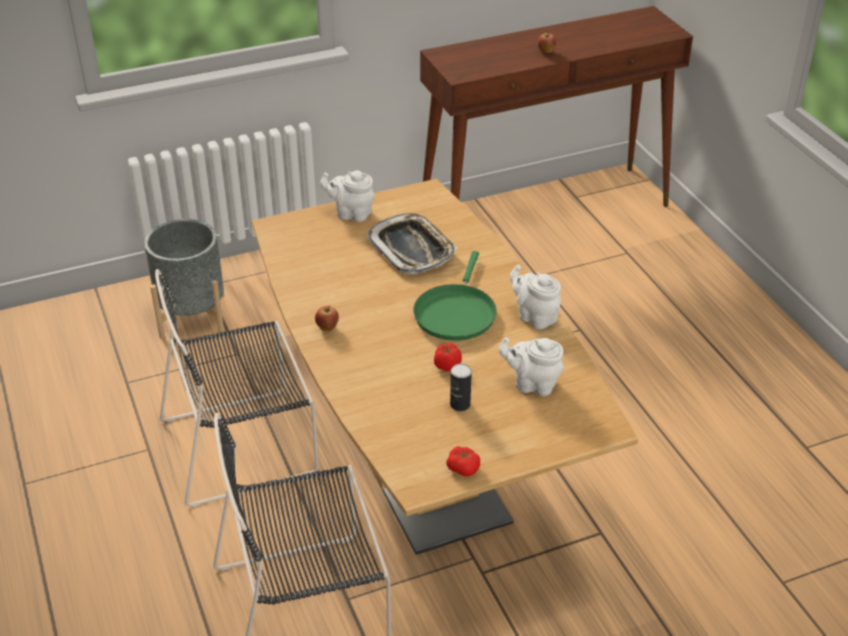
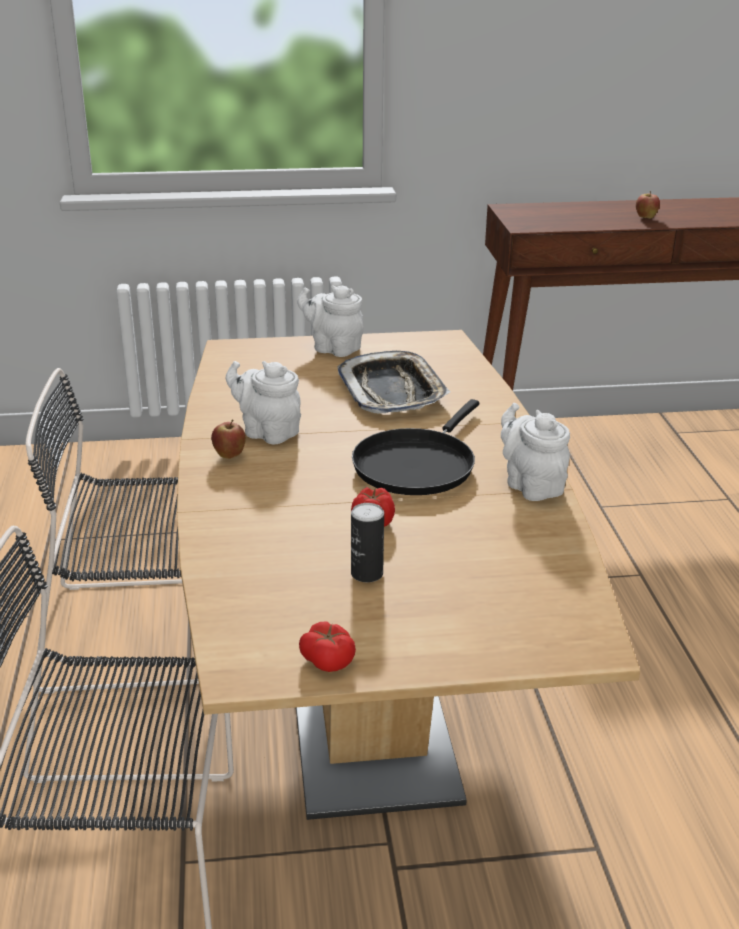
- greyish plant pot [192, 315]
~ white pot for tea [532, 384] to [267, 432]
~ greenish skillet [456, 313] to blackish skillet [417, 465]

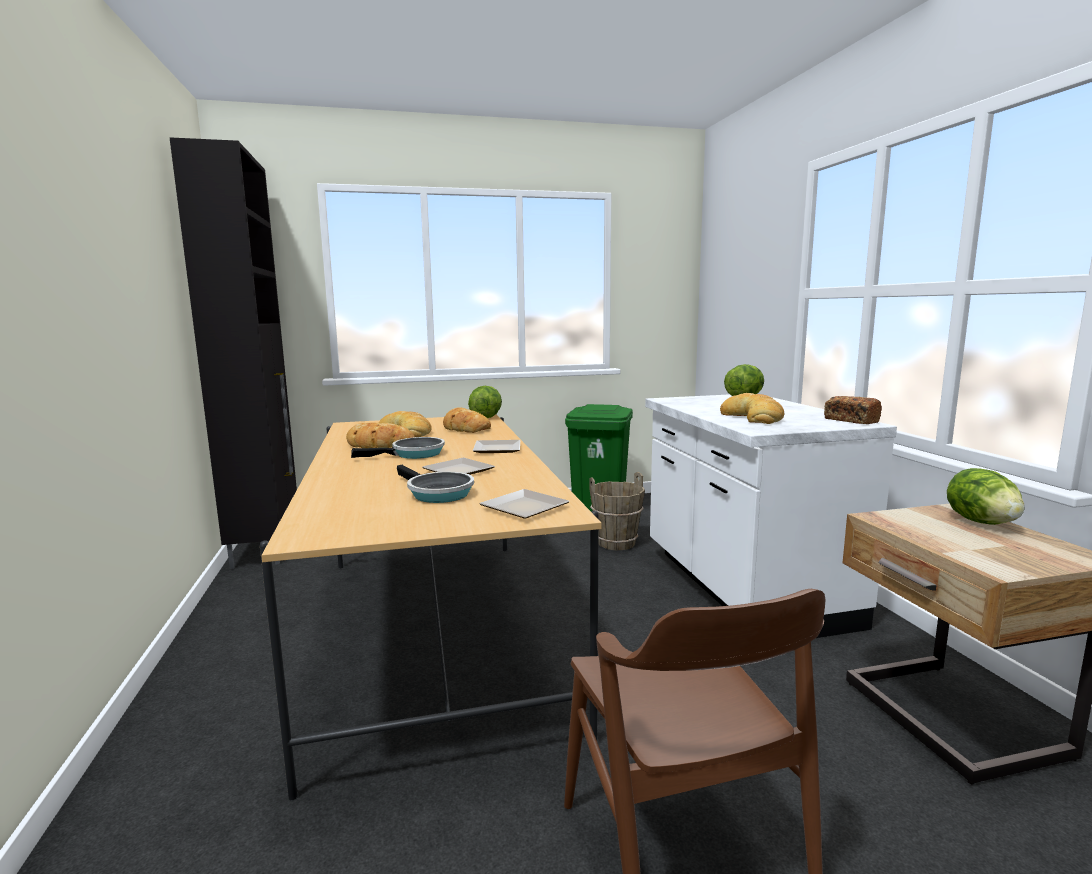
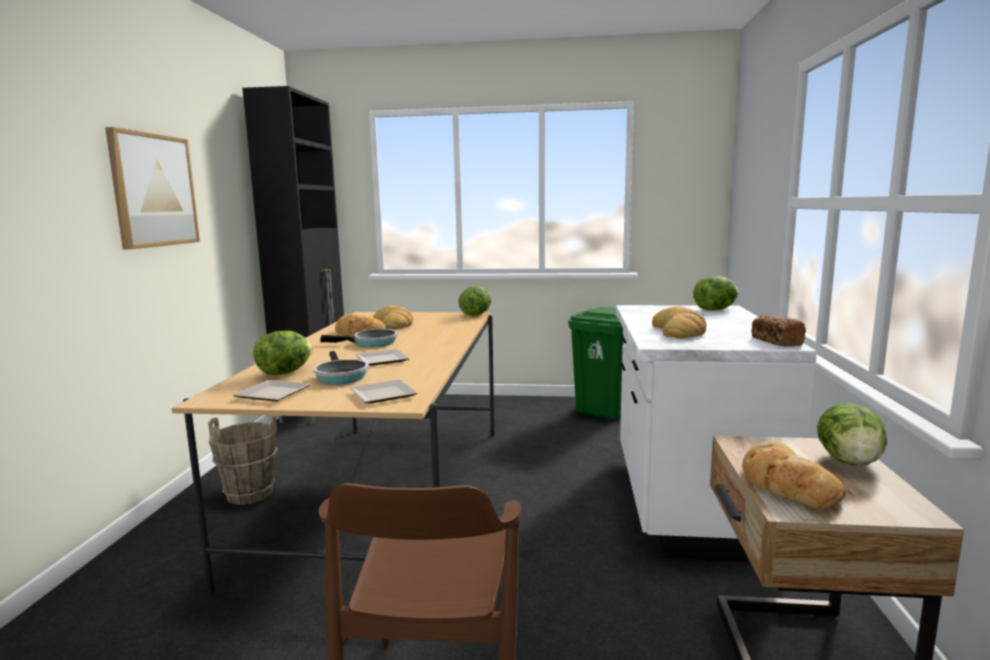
+ wall picture [153, 190]
+ head of lettuce [285, 372]
~ bakery bread [465, 428] to [786, 484]
~ dinner plate [499, 449] to [276, 394]
~ brown-coloured water bucket [616, 543] to [249, 495]

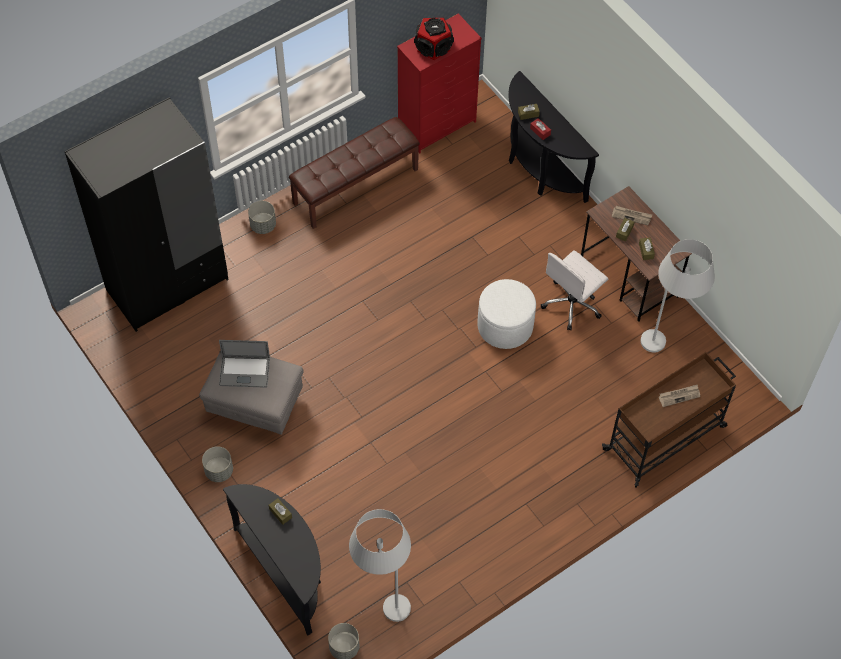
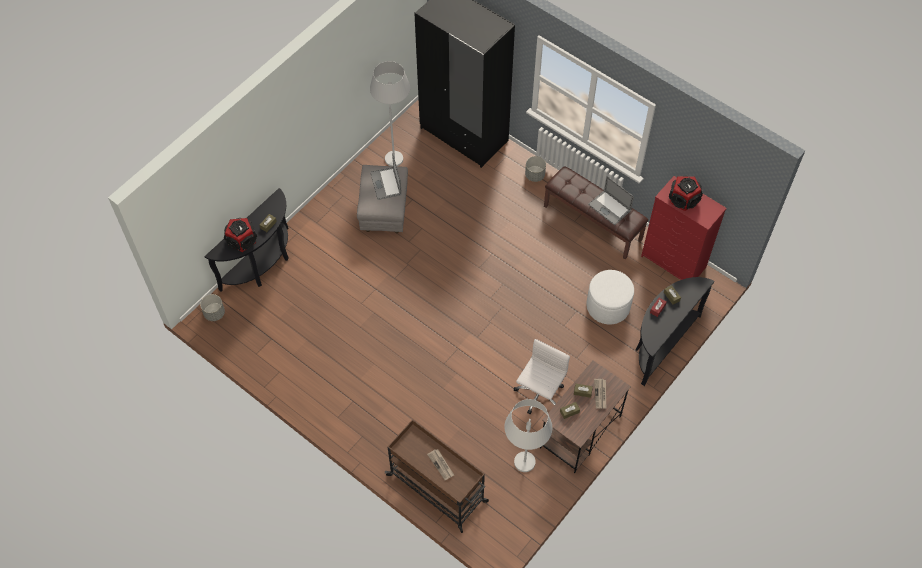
- greyish plant pot [219, 471]
+ loudspeaker [242, 240]
+ notebook computer [609, 207]
~ white floor lamp [382, 603] to [394, 151]
~ white footrest [505, 326] to [608, 306]
~ white computer chair [572, 304] = [539, 395] 90 degrees clockwise

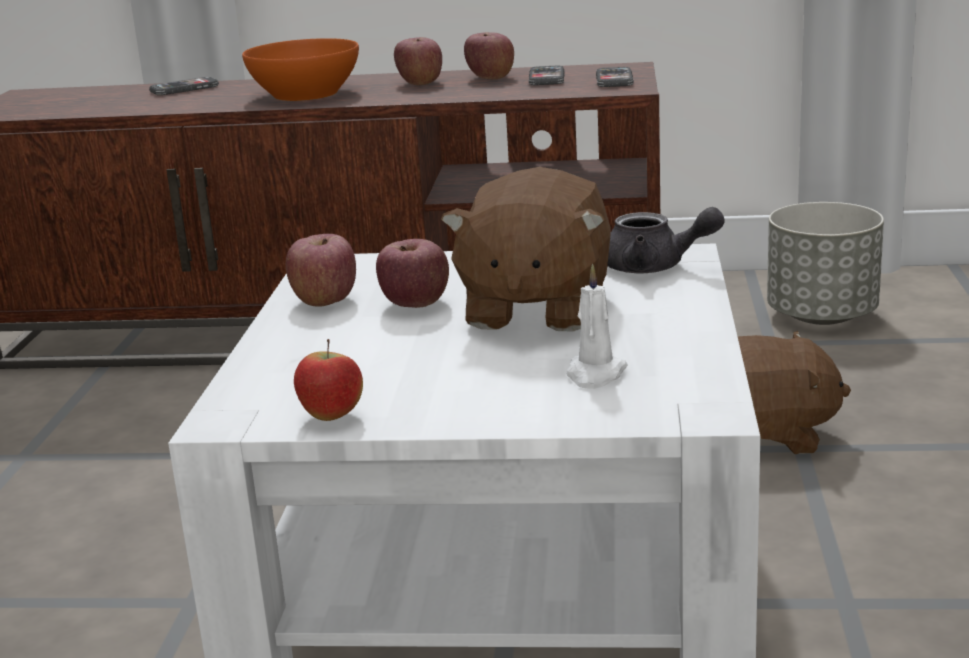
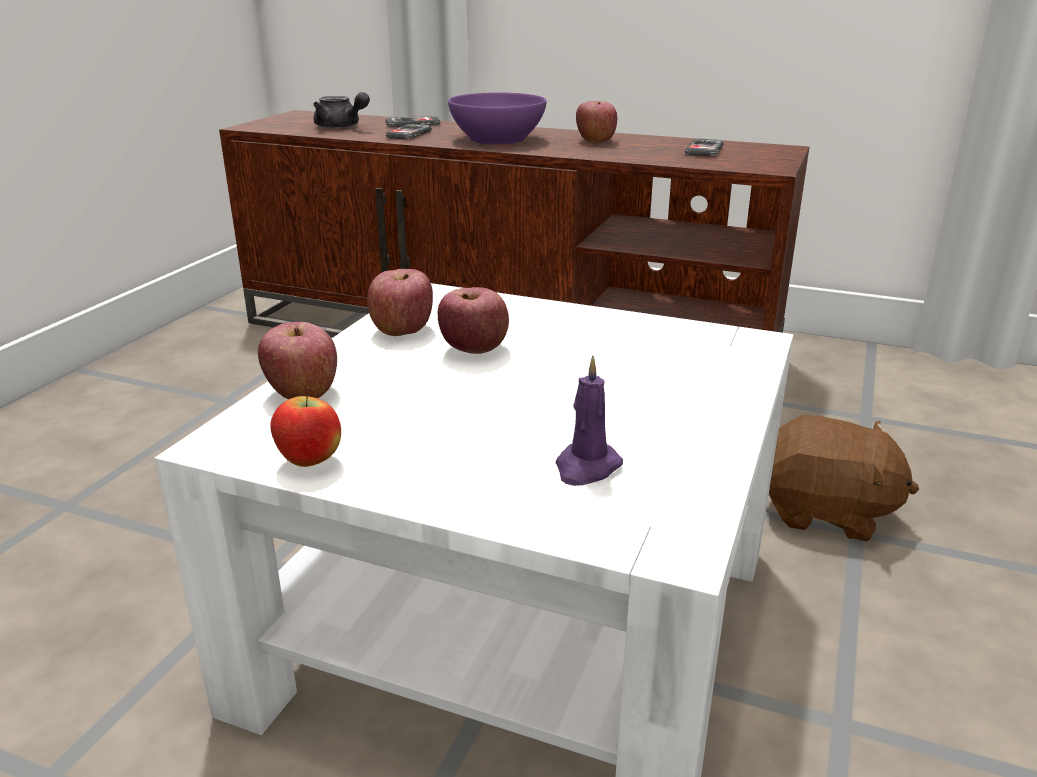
- brown-coloured cuddly toy [534, 309]
- greyish plant pot [821, 316]
~ whole apple [490, 77] to [303, 393]
~ phone [614, 80] to [409, 134]
~ greyish pot for tea [655, 267] to [341, 127]
~ orangey deep dish [305, 94] to purple-coloured deep dish [497, 139]
~ white wax light [595, 375] to purple-coloured wax light [586, 468]

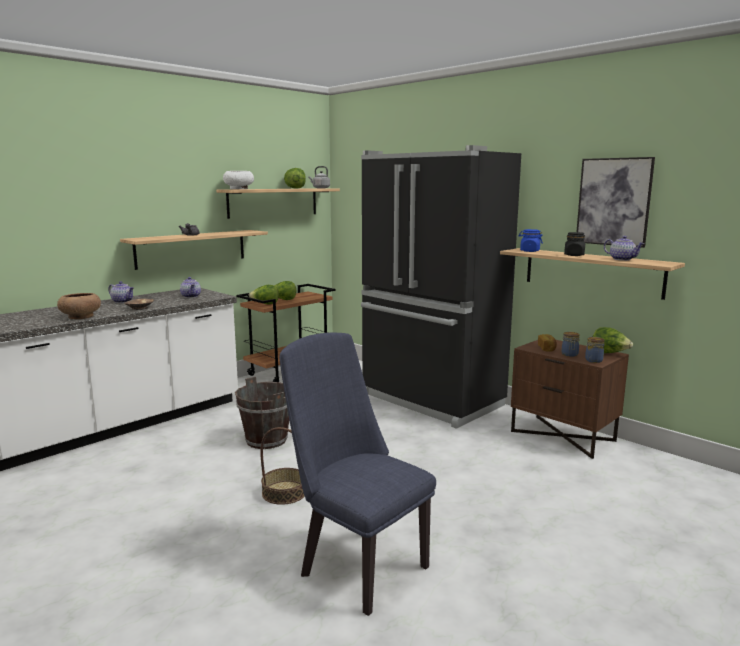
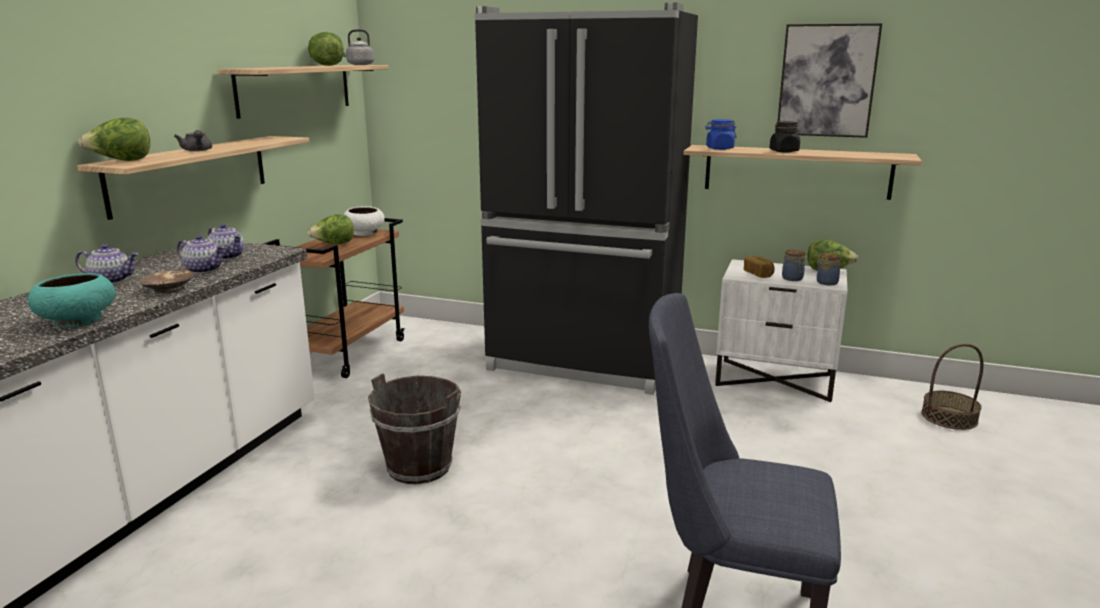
~ white deep dish [239, 189] to [365, 233]
~ head of lettuce [265, 304] to [121, 161]
~ household basket [284, 492] to [949, 417]
~ pot for tea [622, 259] to [205, 270]
~ brown-coloured deep dish [80, 317] to blue-green deep dish [77, 321]
~ brown-coloured nightstand [563, 436] to white nightstand [775, 379]

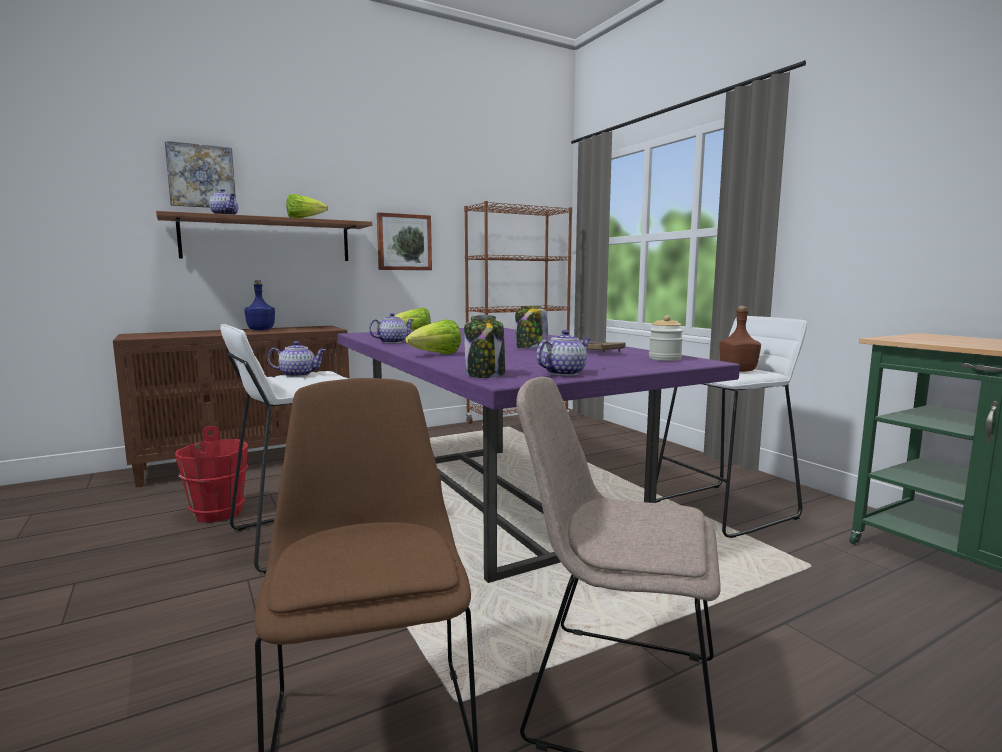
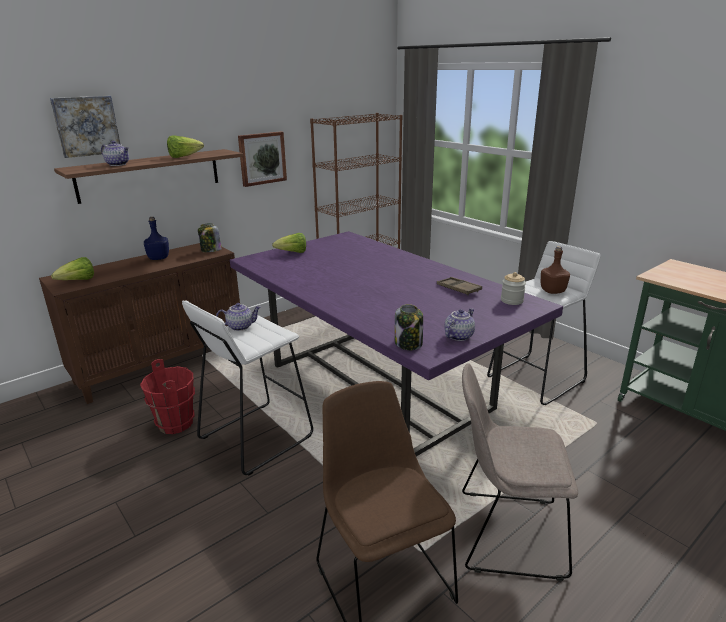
- pot for tea [392, 342]
~ head of lettuce [436, 355] to [78, 281]
~ storage jar [531, 348] to [211, 250]

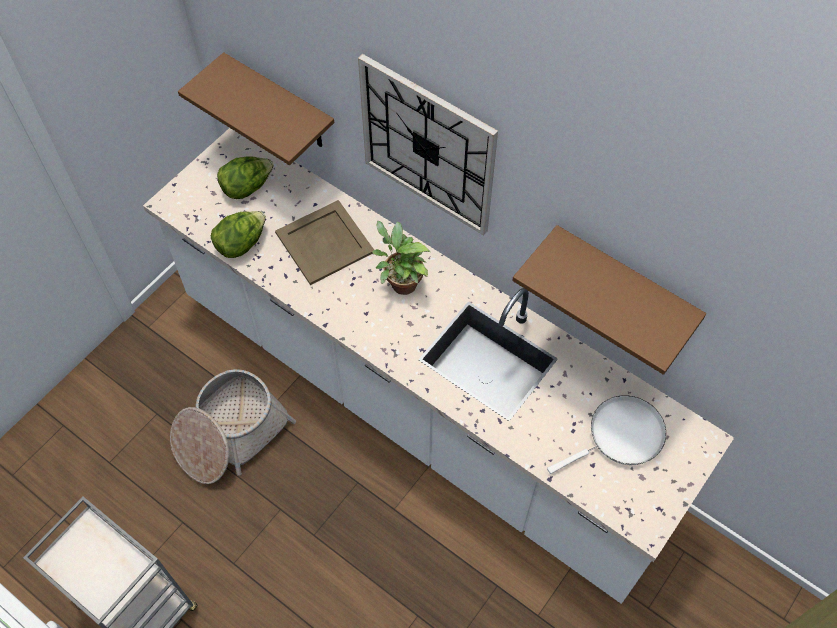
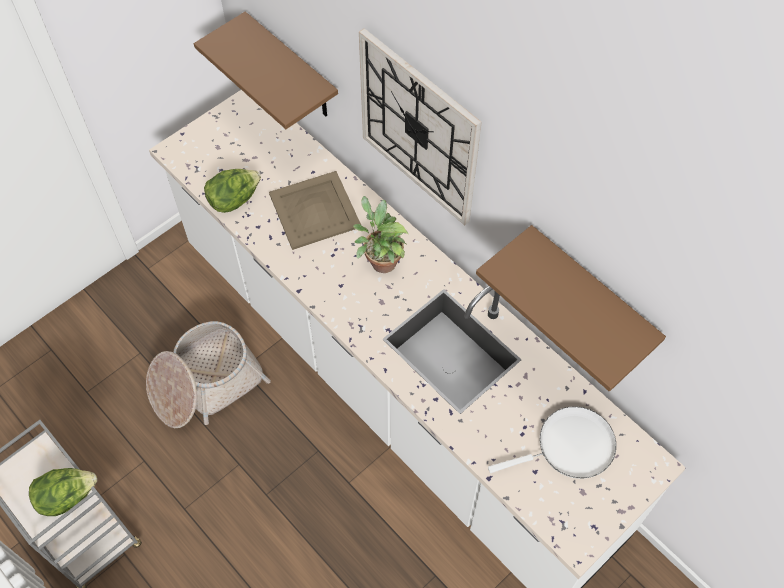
~ head of lettuce [247, 187] to [67, 497]

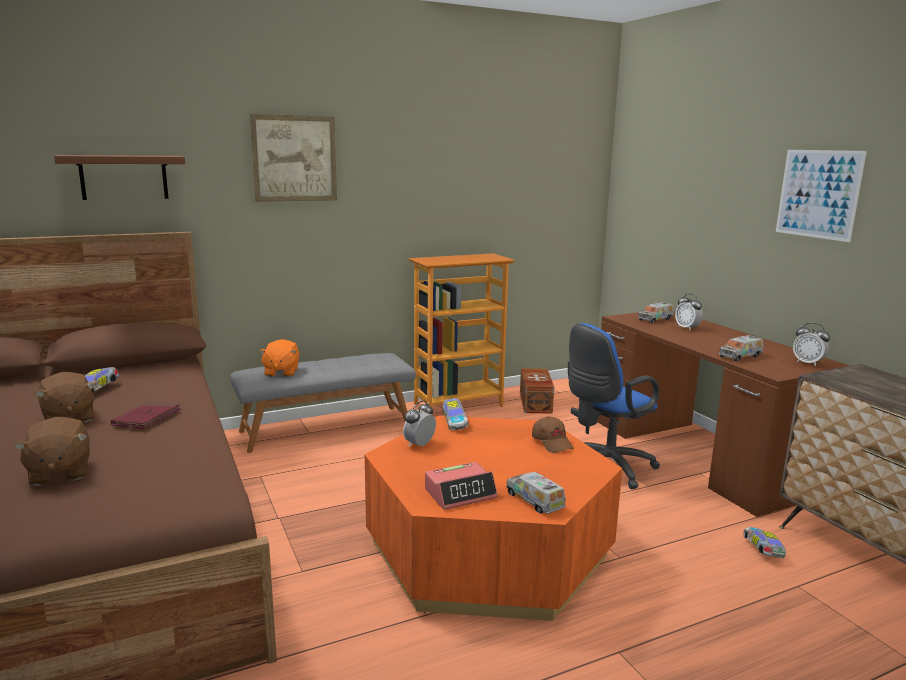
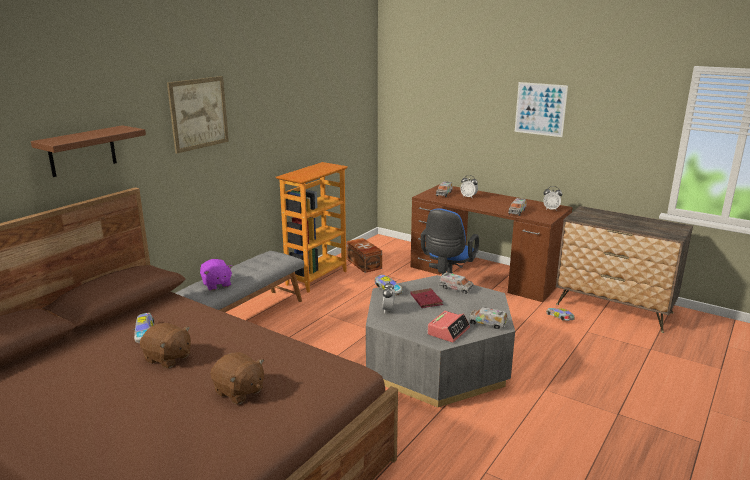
~ red volume [147, 418] to [426, 300]
~ brown-coloured peaked cap [552, 443] to toy lorry [456, 288]
~ orangey cuddly toy [281, 372] to purple-coloured cuddly toy [216, 285]
~ orangey coffee table [488, 549] to greyish coffee table [436, 363]

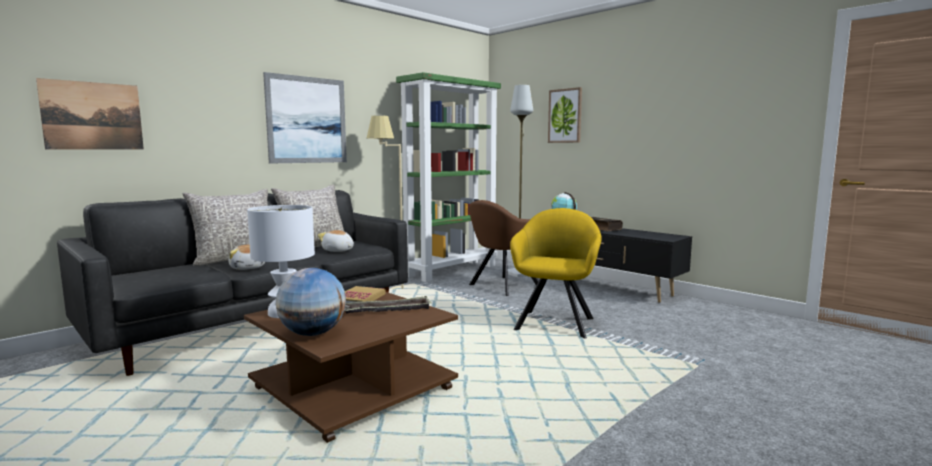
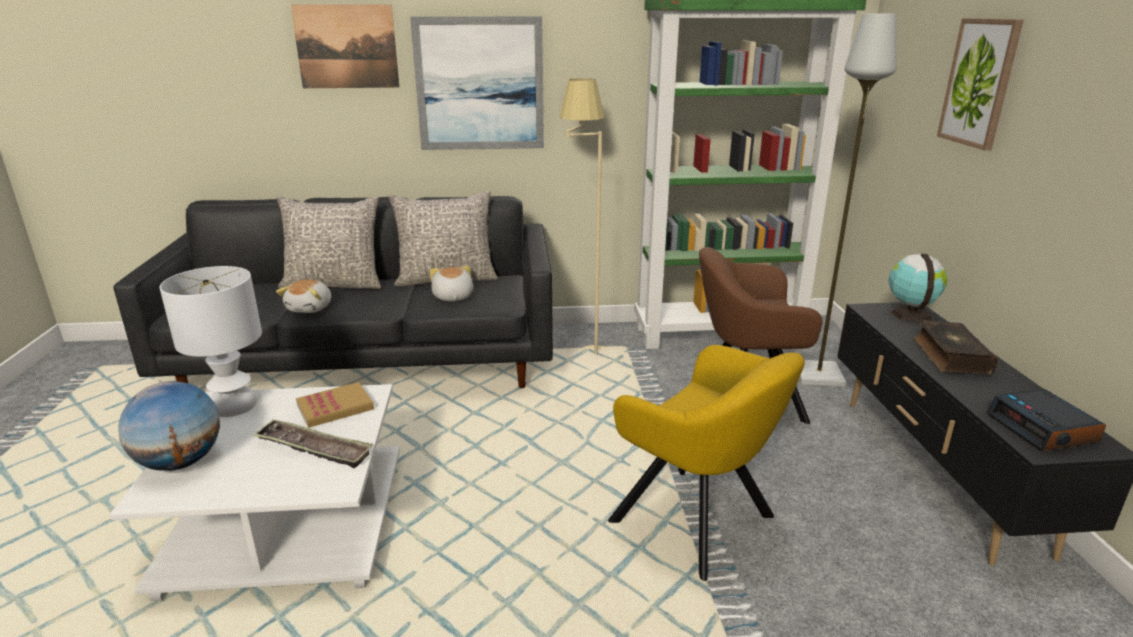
+ table clock [1043, 429]
~ wall picture [93, 116] to [346, 47]
~ brown-coloured coffee table [354, 388] to white coffee table [292, 523]
~ yellow easy chair [555, 322] = [699, 524] 75 degrees clockwise

